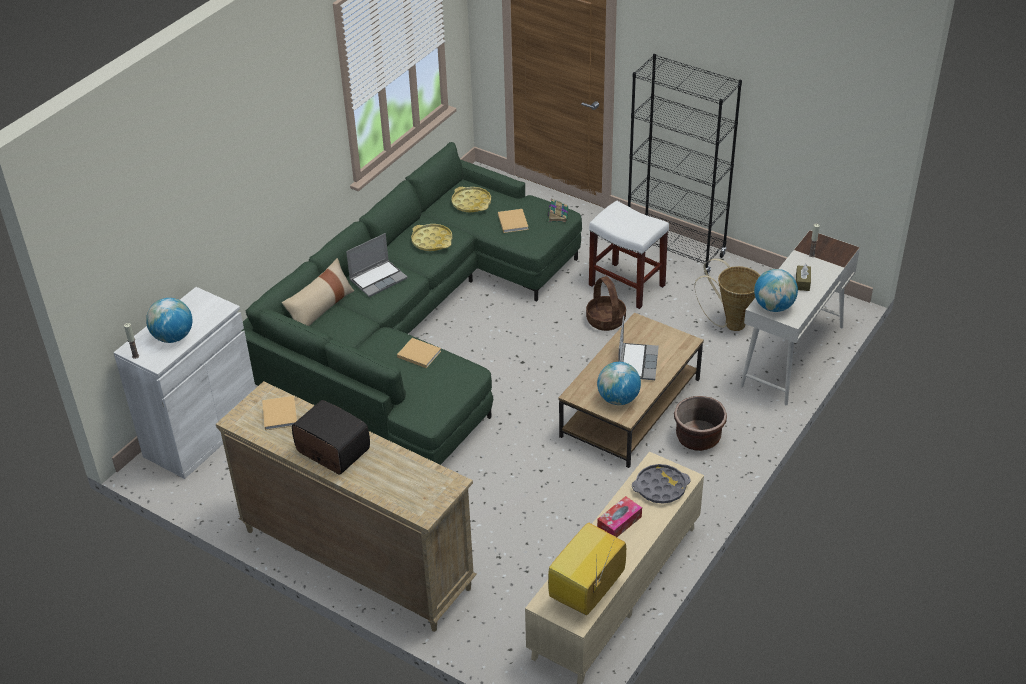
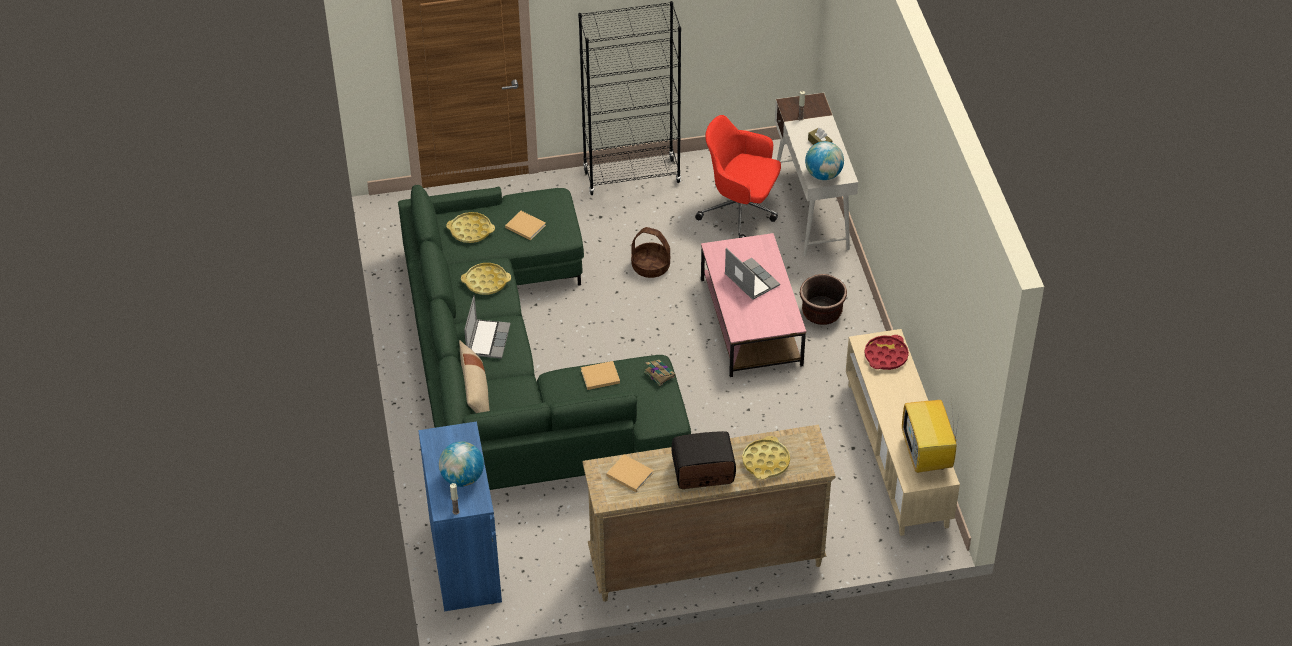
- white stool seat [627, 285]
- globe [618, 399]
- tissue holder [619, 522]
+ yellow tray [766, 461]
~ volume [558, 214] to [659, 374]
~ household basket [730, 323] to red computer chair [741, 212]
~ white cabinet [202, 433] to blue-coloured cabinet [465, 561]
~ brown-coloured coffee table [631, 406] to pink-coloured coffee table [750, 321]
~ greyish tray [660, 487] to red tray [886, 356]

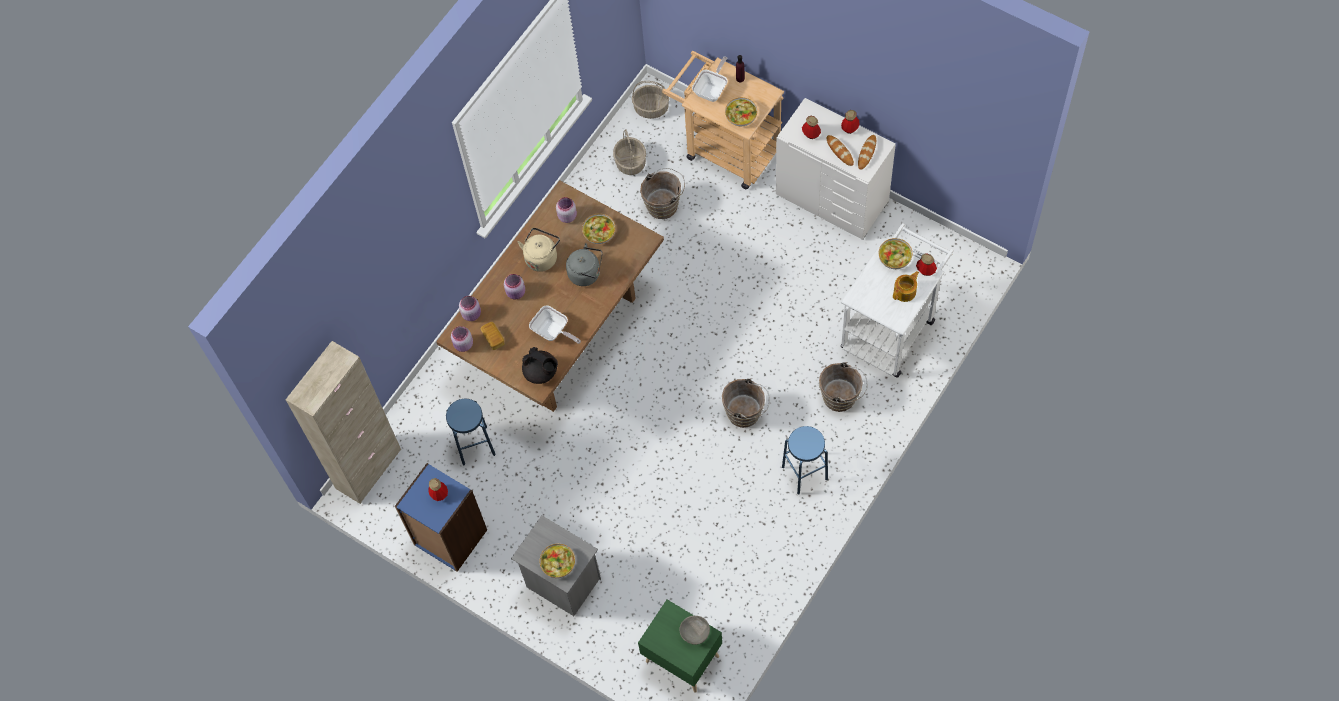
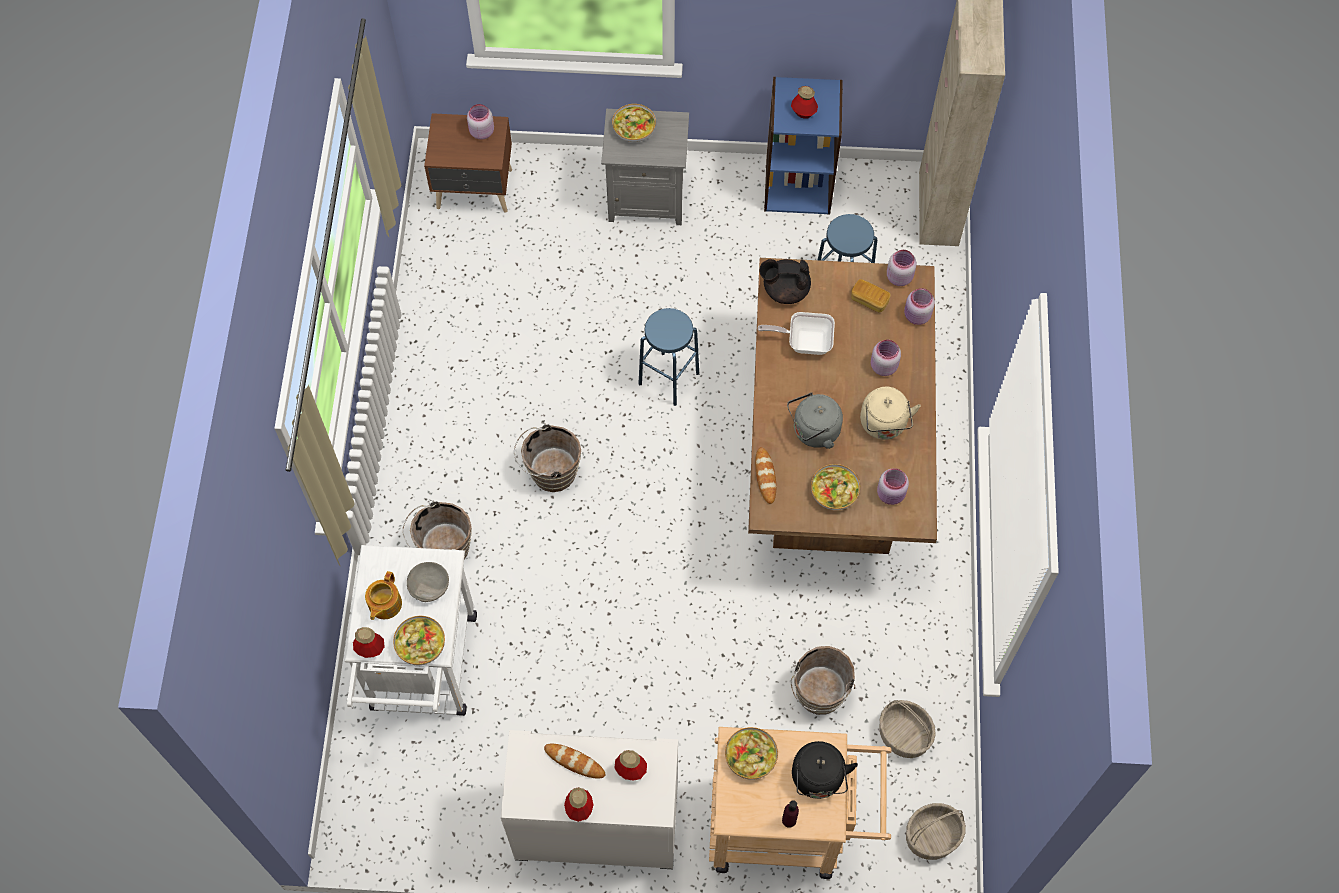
+ pink-coloured storage jar [481, 132]
~ greyish deep dish [694, 632] to [430, 586]
~ blue-coloured stool seat [804, 473] to [668, 378]
~ bakery bread [867, 153] to [765, 476]
~ skillet [712, 90] to blackish tea kettle [818, 779]
~ greenish nightstand [682, 657] to brown-coloured nightstand [475, 190]

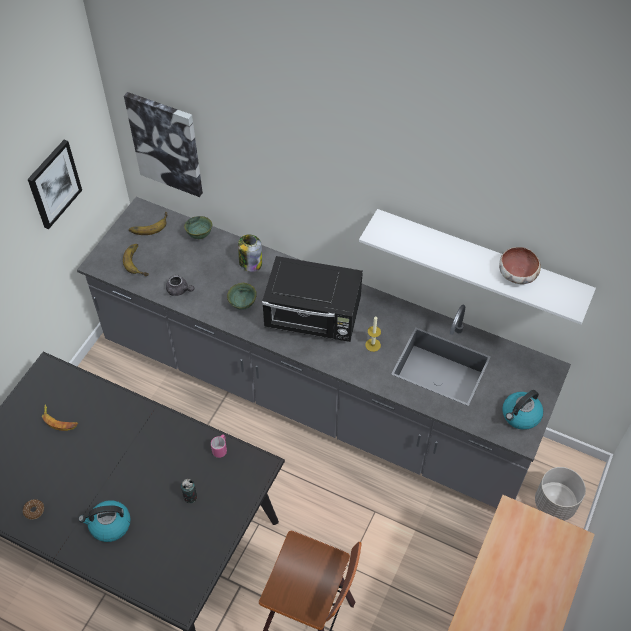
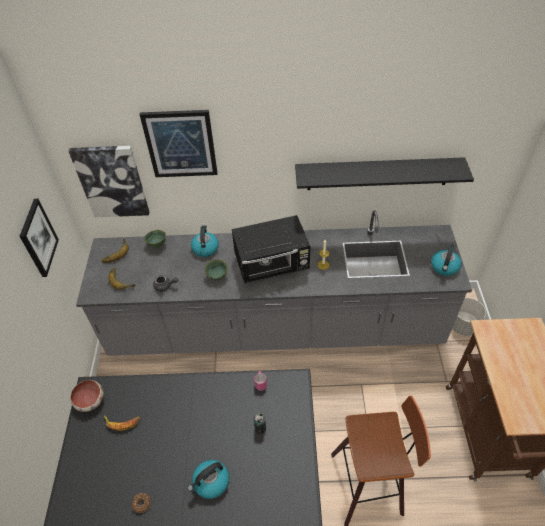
+ wall picture [180, 144]
~ deep dish [517, 275] to [90, 401]
~ storage jar [250, 263] to tea kettle [205, 248]
~ white wall shelf [479, 261] to blackish wall shelf [377, 174]

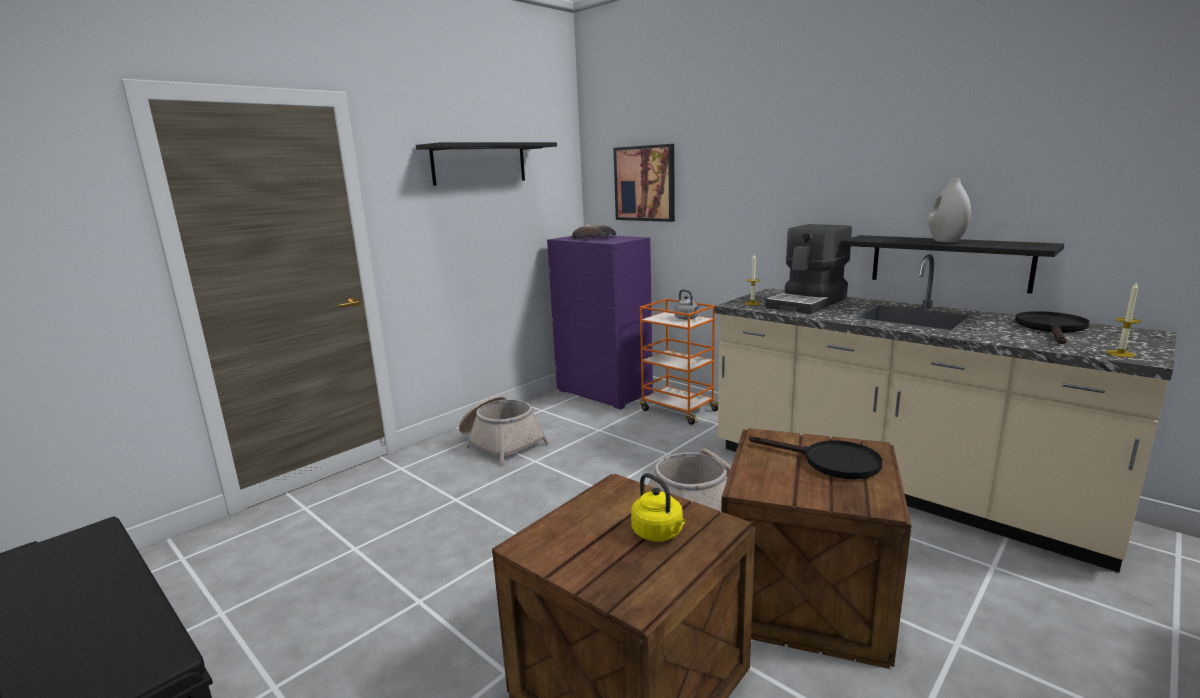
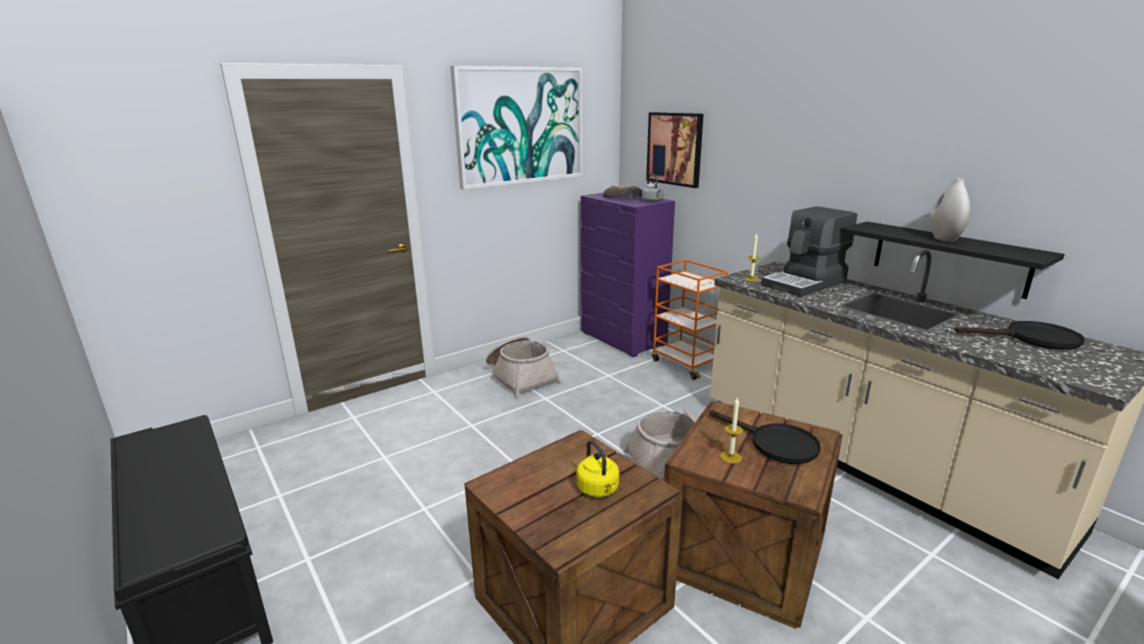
~ greyish tea kettle [687, 318] to [653, 201]
~ wax light [1120, 354] to [730, 457]
~ blackish wall shelf [479, 163] to wall picture [520, 126]
~ blackish skillet [1052, 328] = [1032, 339] 60 degrees clockwise

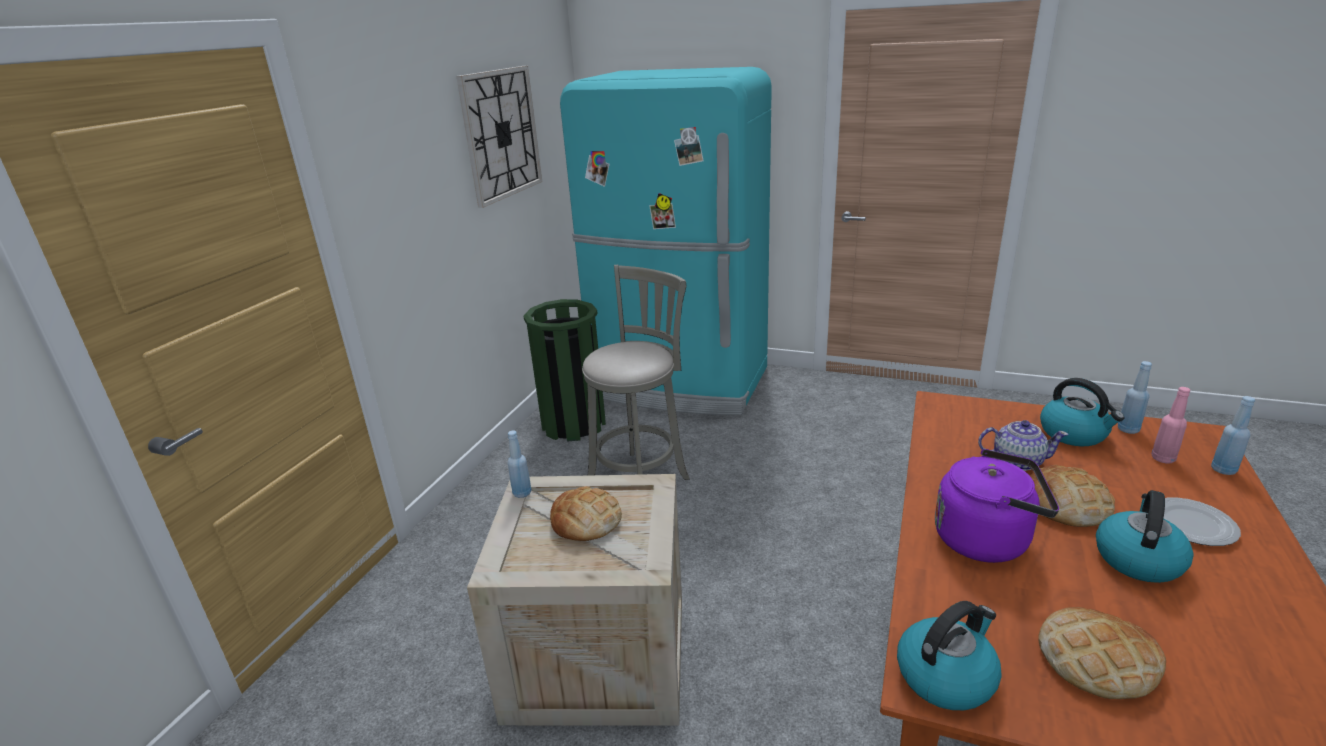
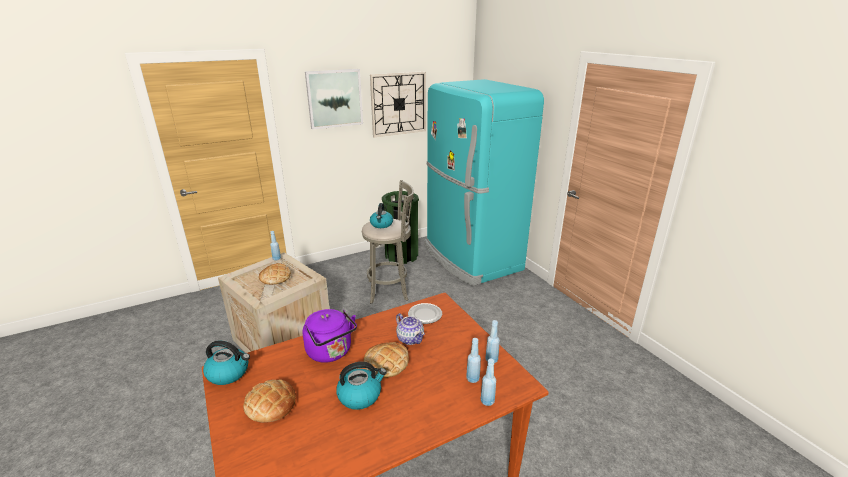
+ wall picture [334, 98]
~ tea kettle [1074, 434] to [381, 224]
~ dinner plate [1191, 525] to [424, 315]
~ pink-coloured bottle [1162, 458] to blue-coloured bottle [472, 378]

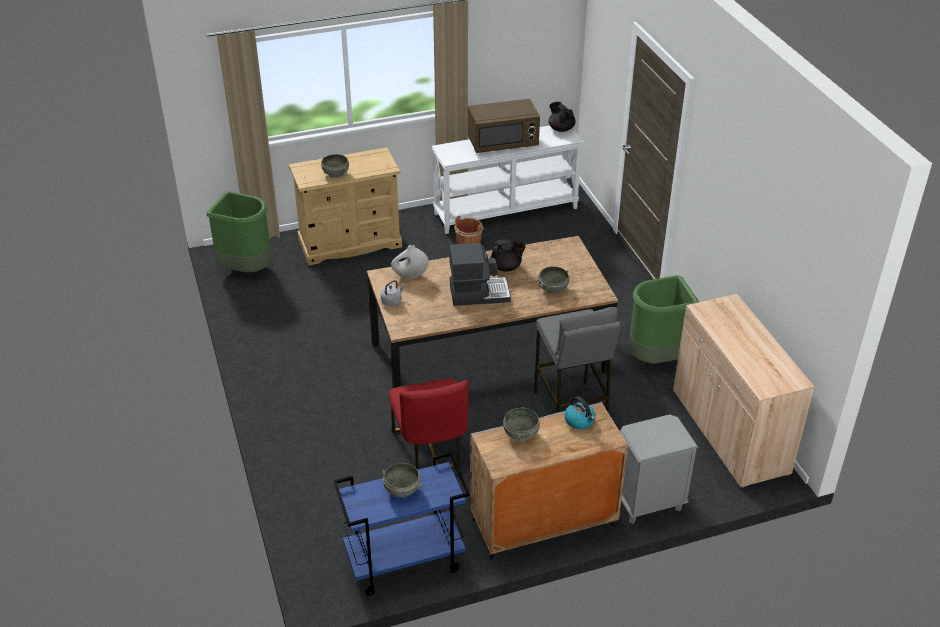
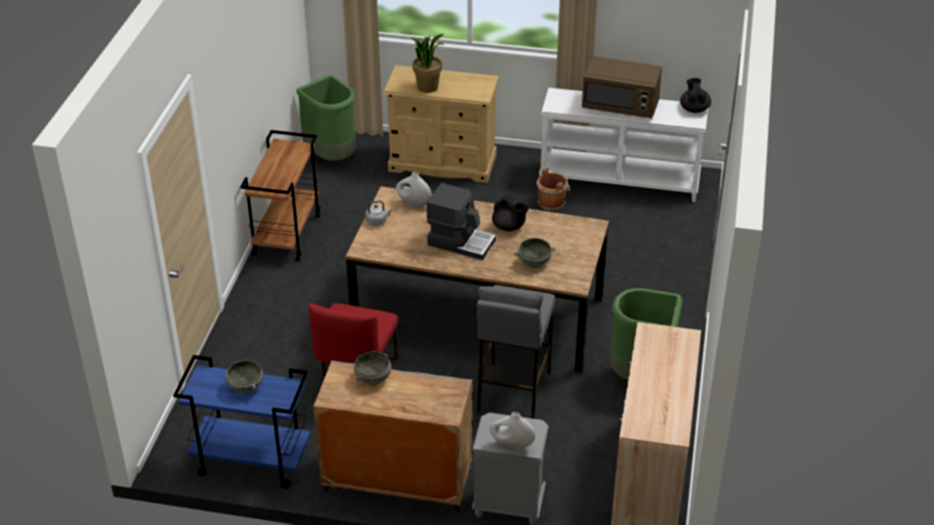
- tea kettle [580, 421]
+ brown-coloured trolley [286, 234]
+ white flower vase [511, 446]
~ greyish deep dish [335, 174] to houseplant [428, 87]

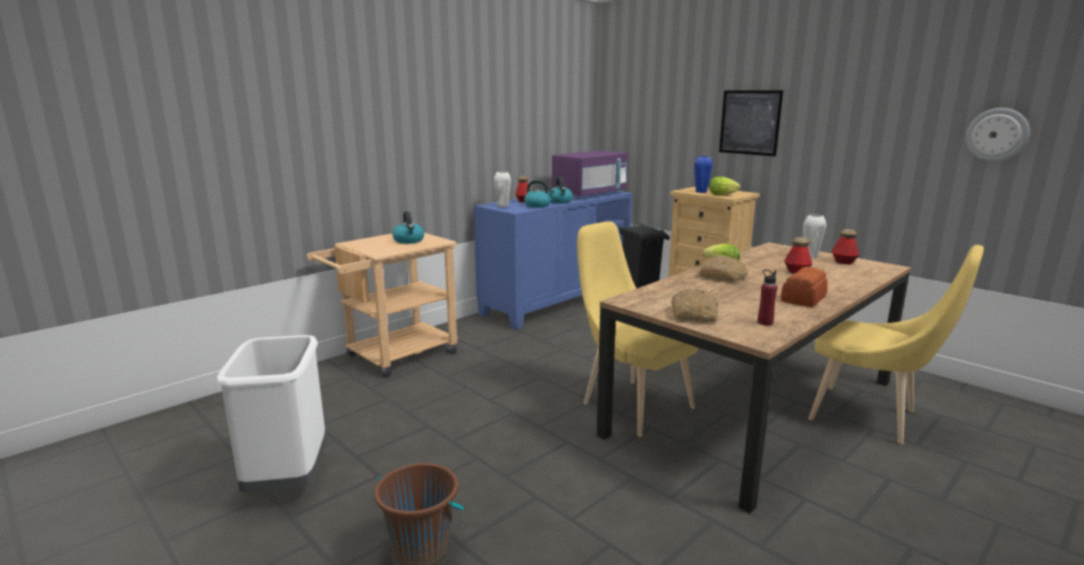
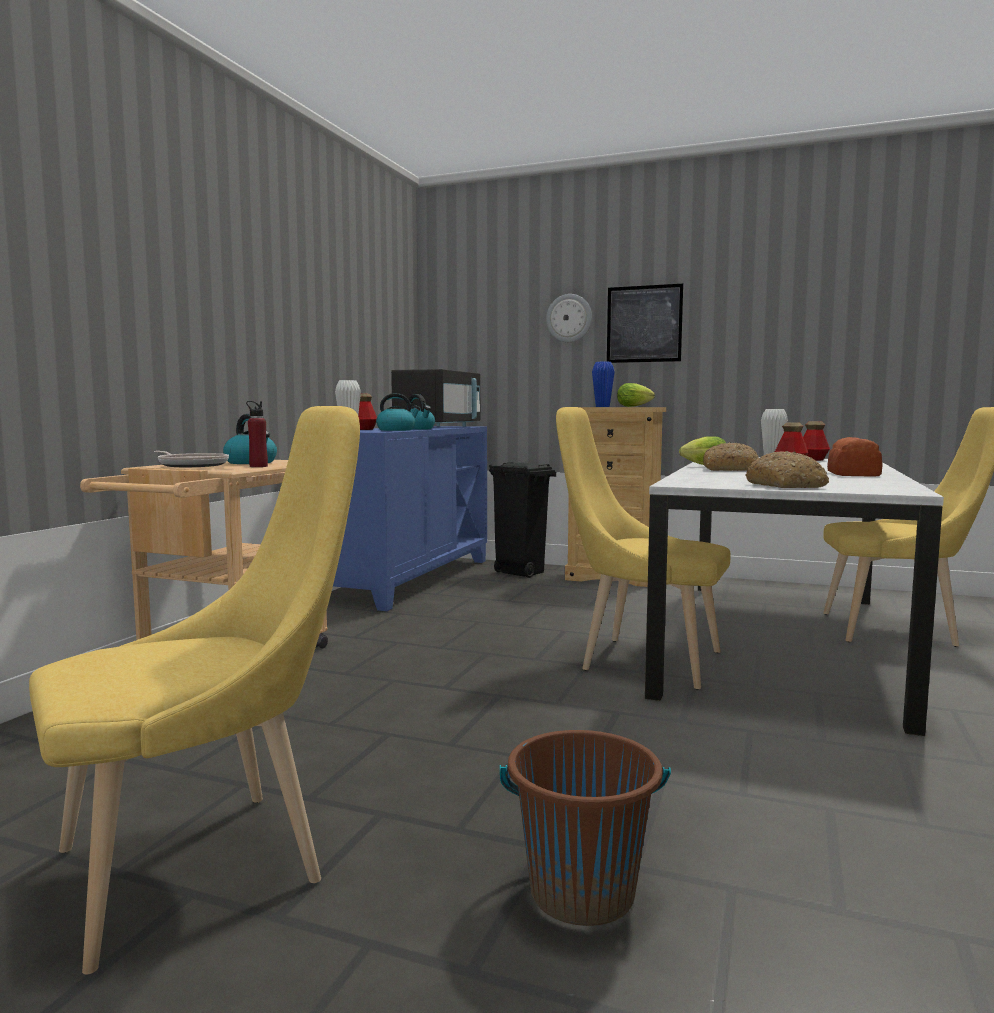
+ skillet [192, 465]
~ red bottle [765, 322] to [258, 466]
~ wall clock [996, 134] to [569, 318]
~ white trash can [288, 480] to yellow upright chair [209, 862]
~ purple-coloured microwave oven [590, 194] to blackish microwave oven [438, 427]
~ brown-coloured dinner table [754, 406] to white dinner table [778, 640]

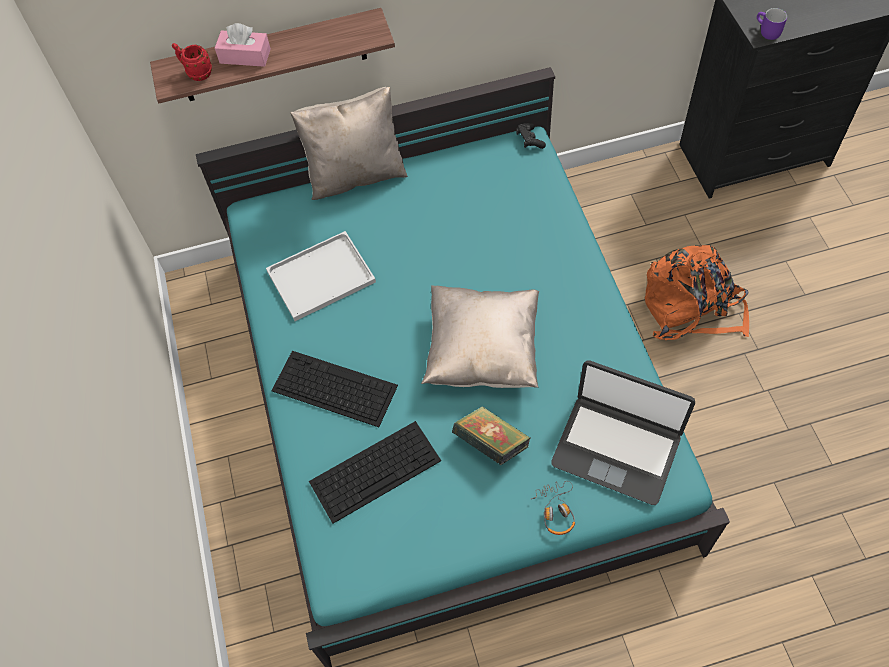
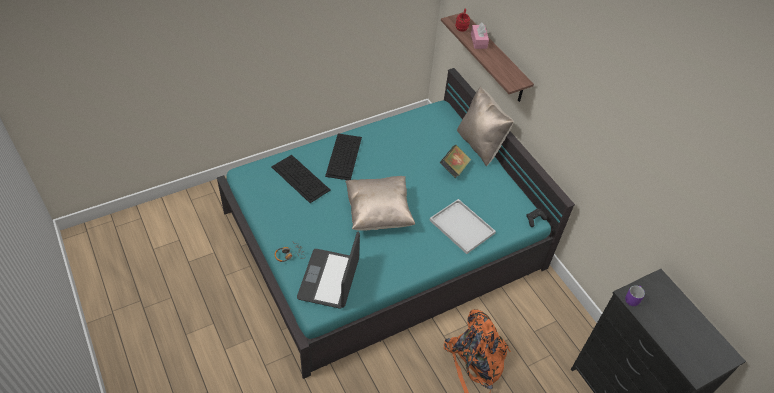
~ white tray [322, 275] to [463, 227]
~ volume [491, 443] to [454, 168]

